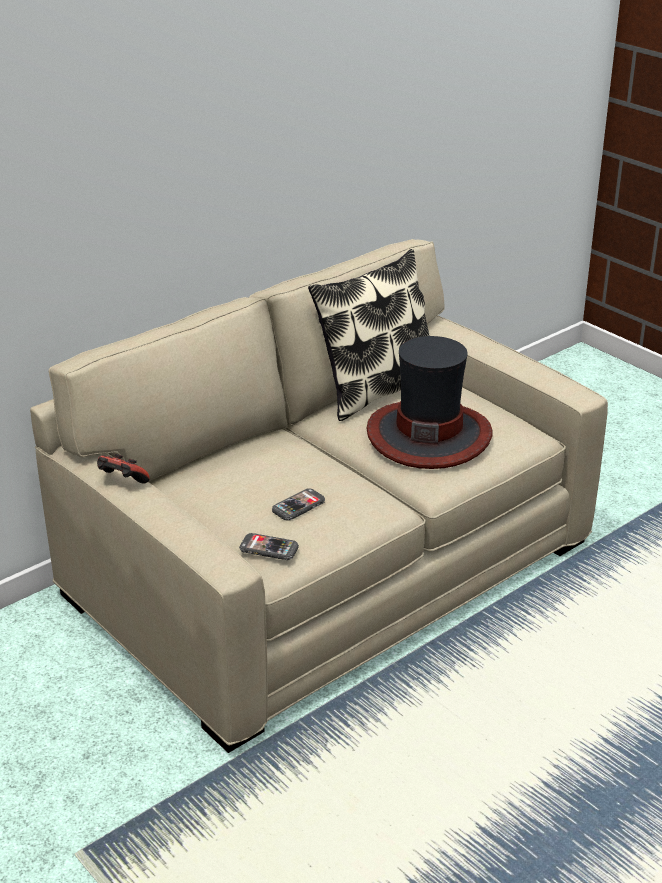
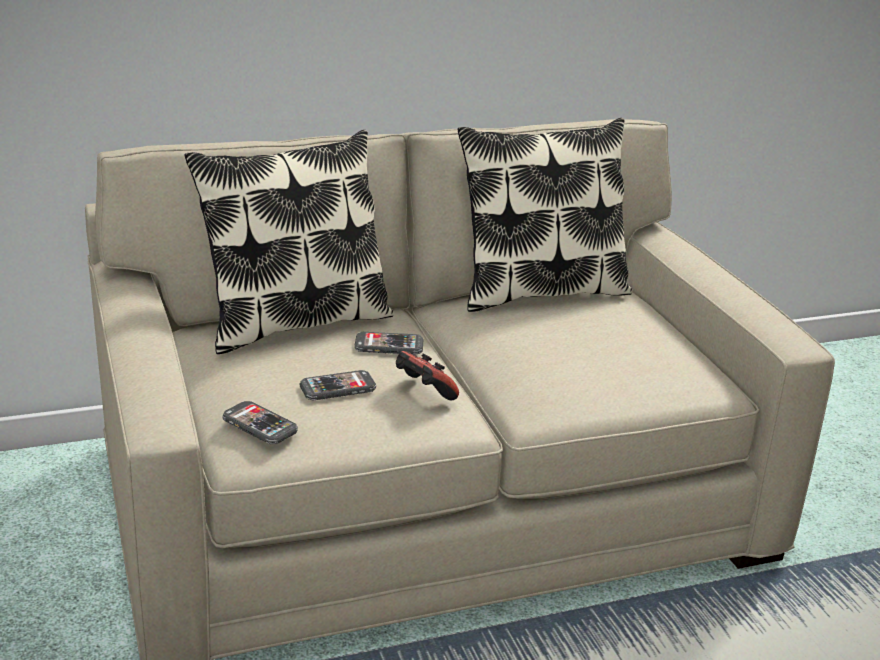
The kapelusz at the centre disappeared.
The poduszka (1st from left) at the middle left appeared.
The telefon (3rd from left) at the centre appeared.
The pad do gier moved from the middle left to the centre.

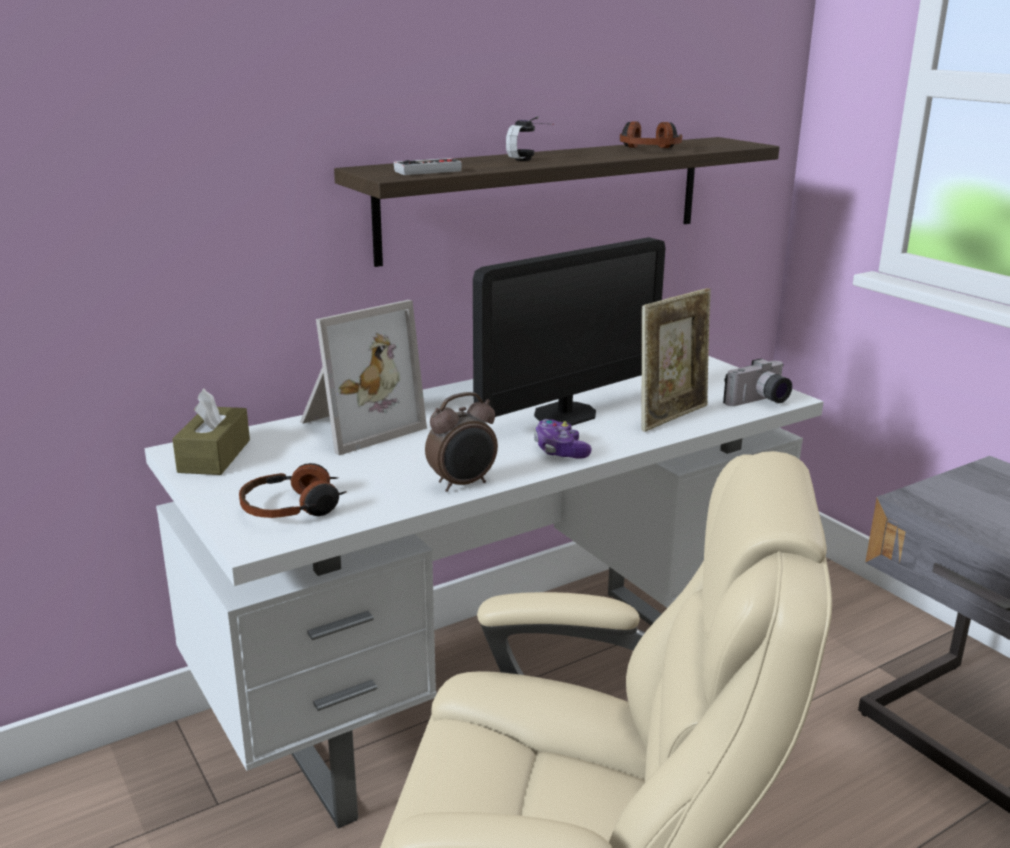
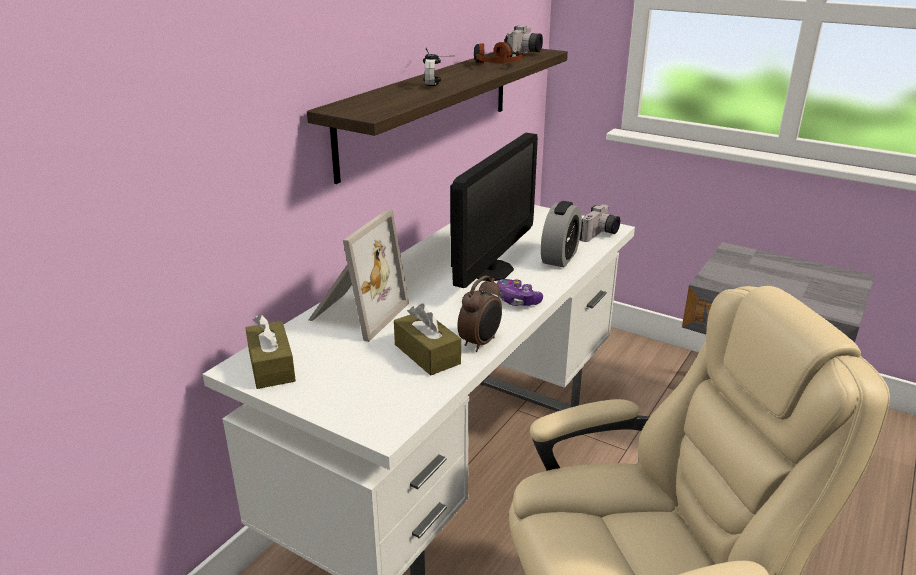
The słuchawki (1st from left) at the middle left disappeared.
The pad do gier (1st from left) at the top centre disappeared.
The pudełko chusteczek/brązowy (2nd from left) at the centre appeared.
The aparat fotograficzny (1st from left) at the top centre appeared.
The ramka na zdjęcie (2nd from left) at the middle right was replaced by the budzik (2nd from left) at the centre.

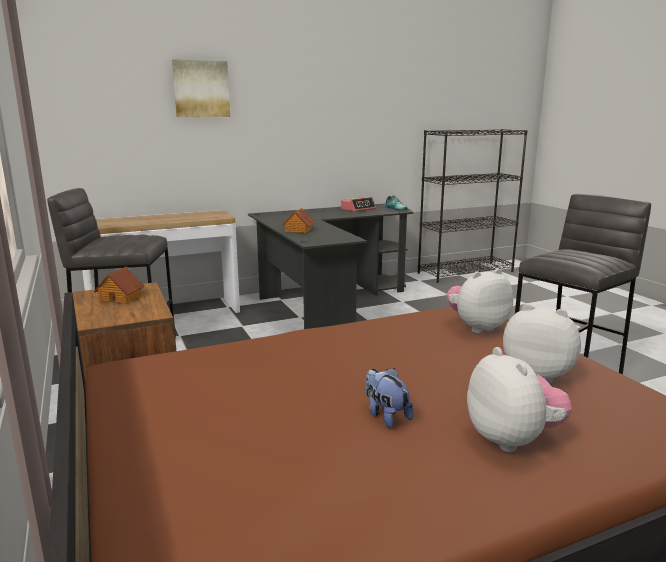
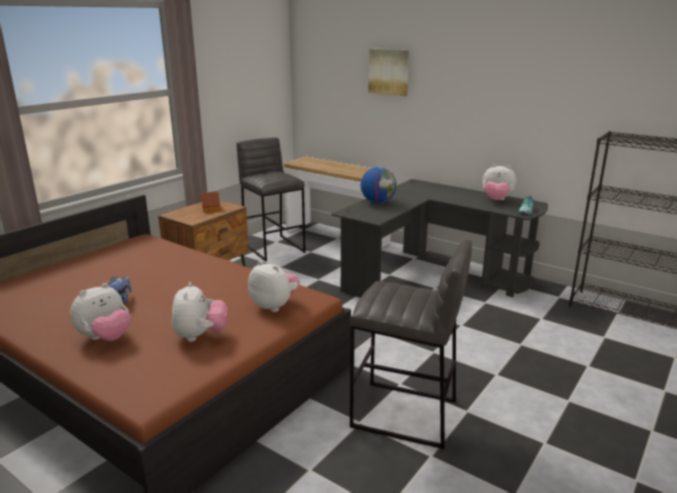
The domek (2nd from left) at the centre was replaced by the globus at the centre.
The budzik at the centre was replaced by the pluszak (5th from left) at the middle right.

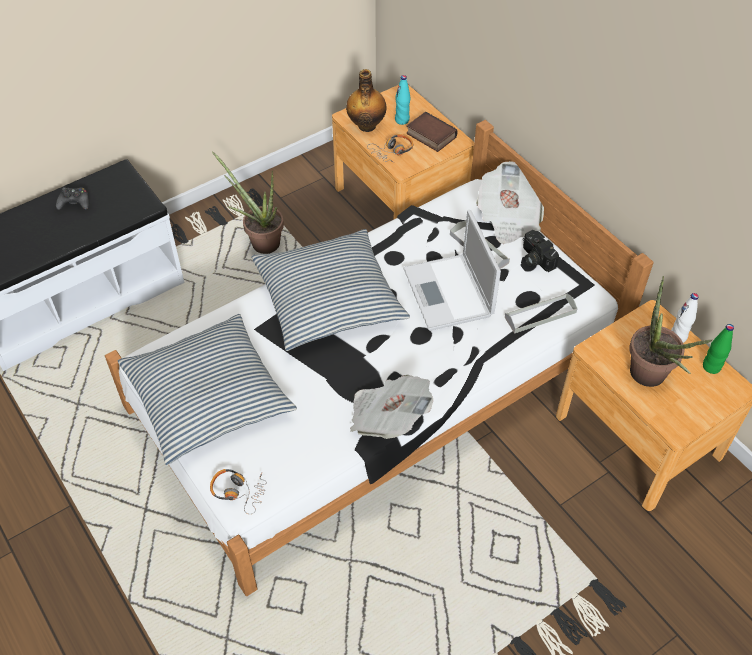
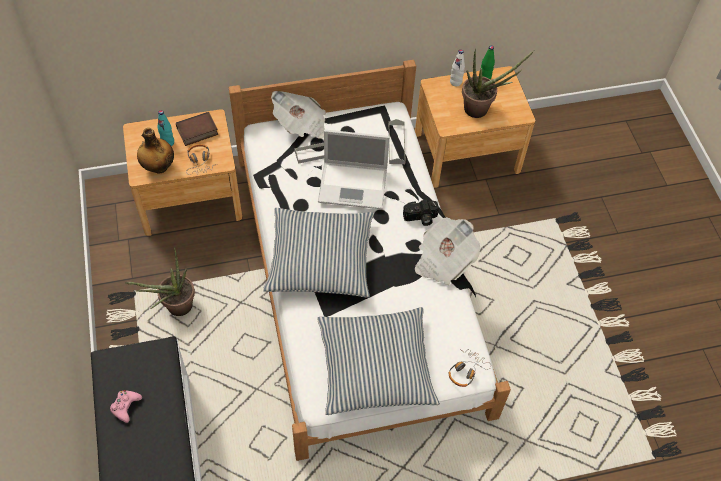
The aparat fotograficzny moved from the middle right to the centre.
The pad do gier/czarny at the top left became the pad do gier/różowy at the bottom left.

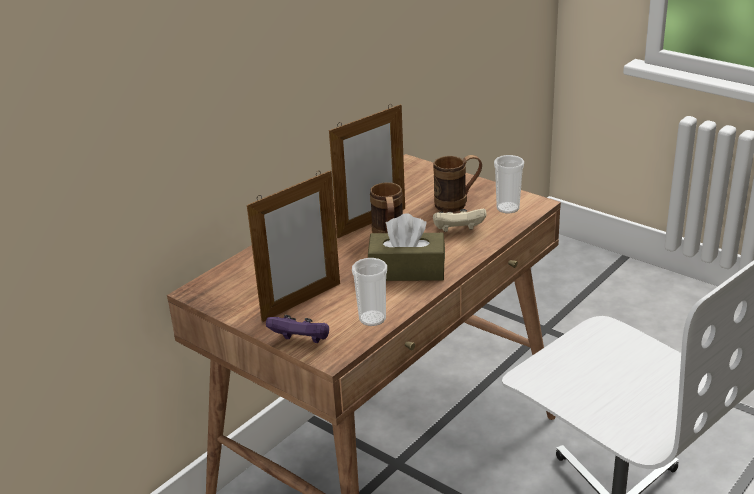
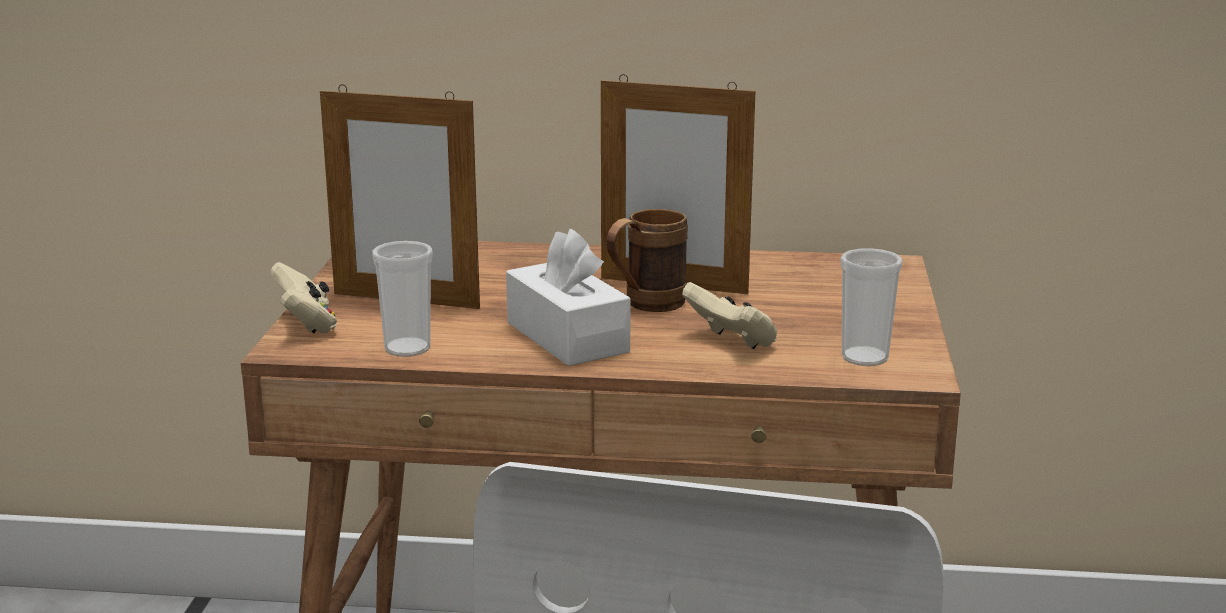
The kubek/brązowy (2nd from left) at the centre disappeared.
The pad do gier/fioletowy at the centre became the pad do gier/beżowy (1st from left) at the middle left.
The pudełko chusteczek/brązowy at the centre became the pudełko chusteczek/biały at the centre.

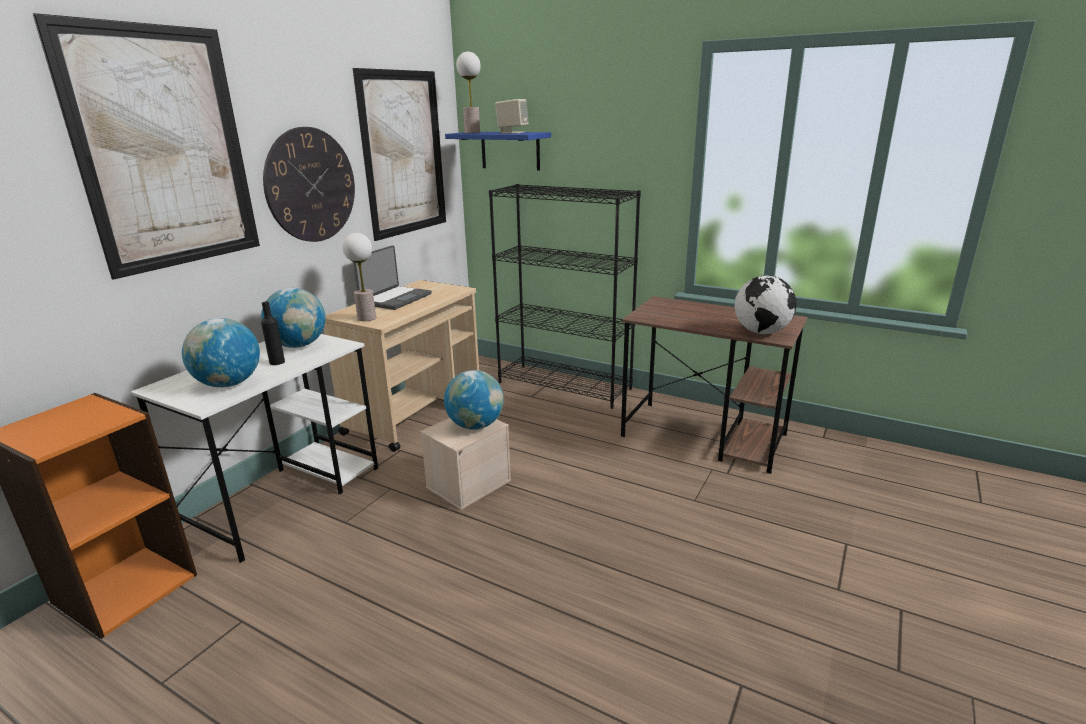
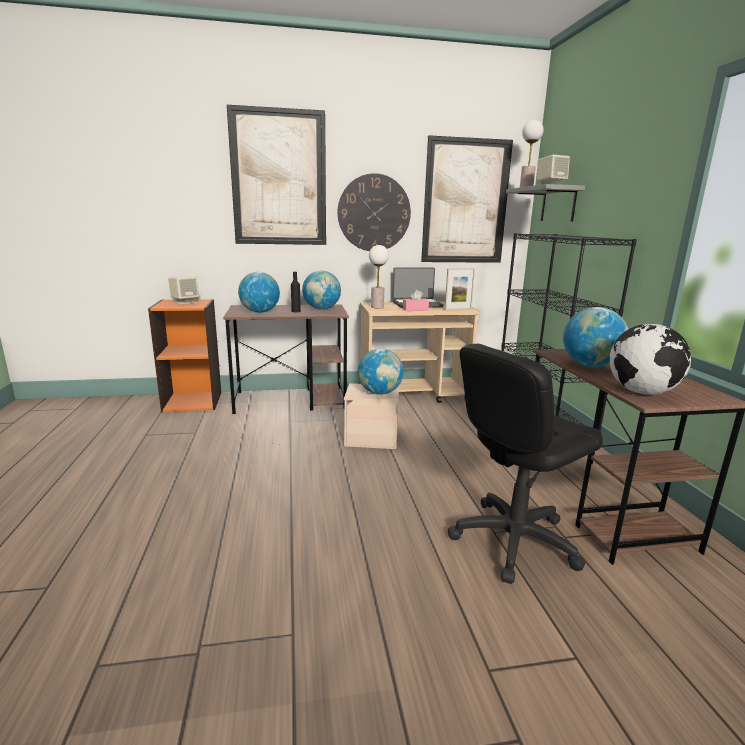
The głośnik/beżowy (1st from left) at the middle left appeared.
The pudełko chusteczek/różowy at the centre appeared.
The ramka na zdjęcie at the centre appeared.
The krzesło biurowe/czarny at the middle right appeared.
The globus (4th from left) at the middle right appeared.
The biurko/biały at the middle left became the biurko/brązowy (1st from left) at the centre.
The półka/niebieski at the top centre became the półka/szary at the top right.

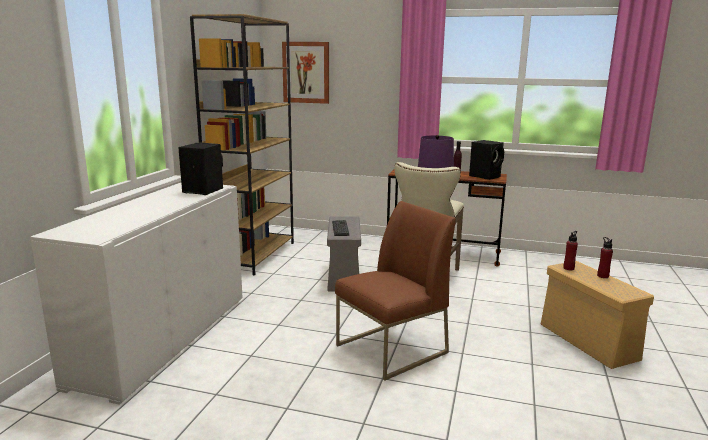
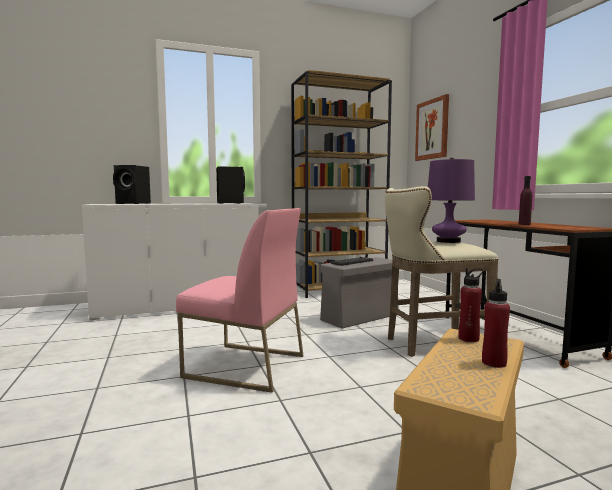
The głośnik/czarny (2nd from left in the first image) moved from the middle right to the middle left.
The krzesło/brązowy at the centre became the krzesło/różowy at the centre.

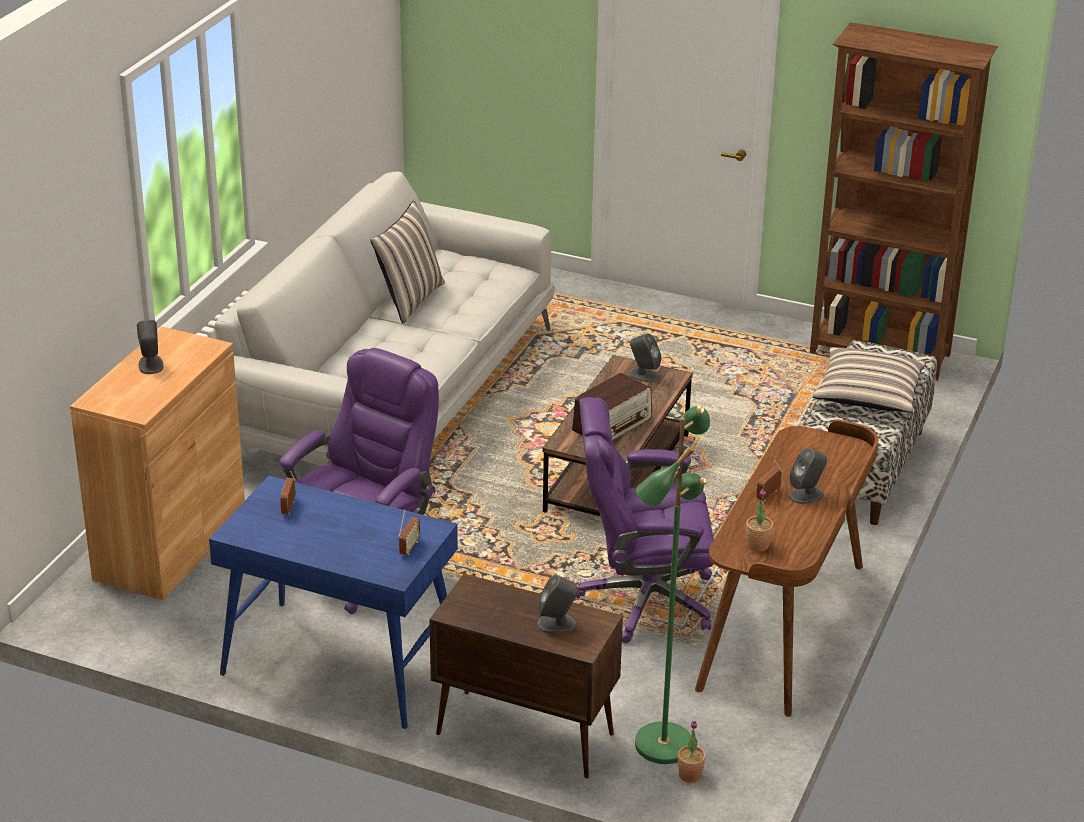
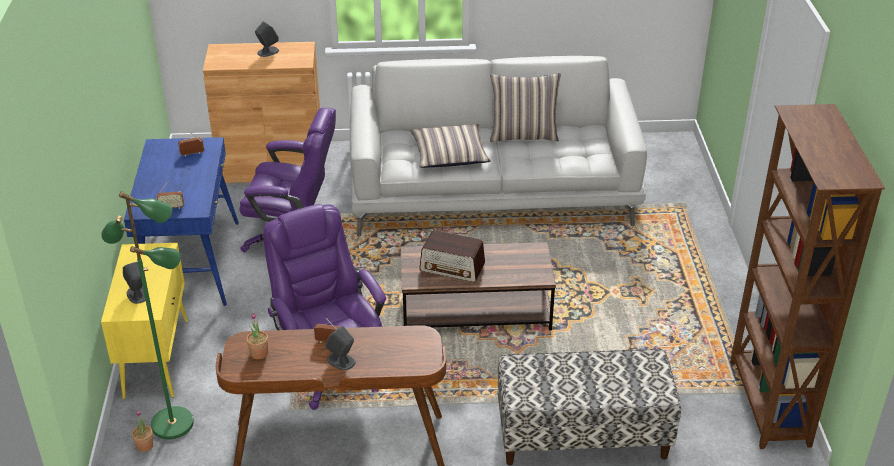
The głośnik/szary (3rd from left) at the centre disappeared.
The poduszka (2nd from left in the first image) moved from the middle right to the top centre.
The szafka/brązowy (2nd from left) at the bottom centre became the szafka/żółty at the bottom left.

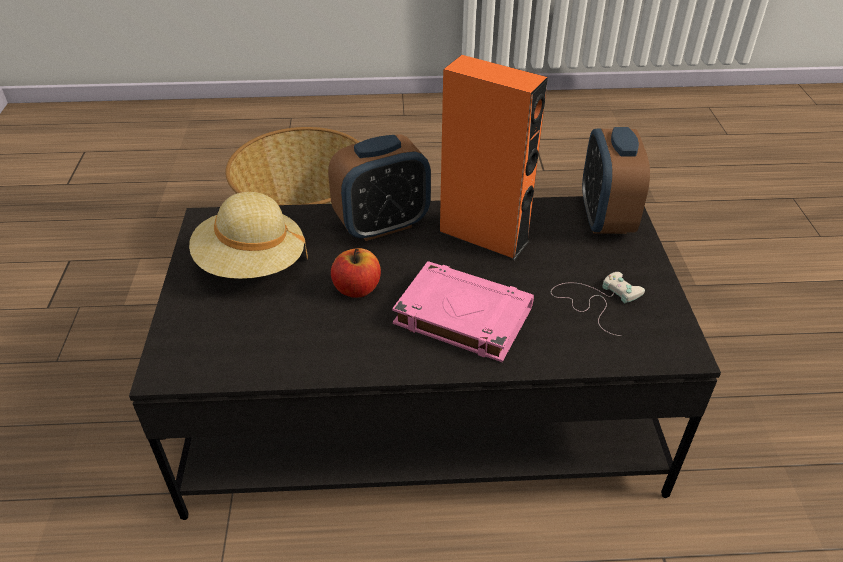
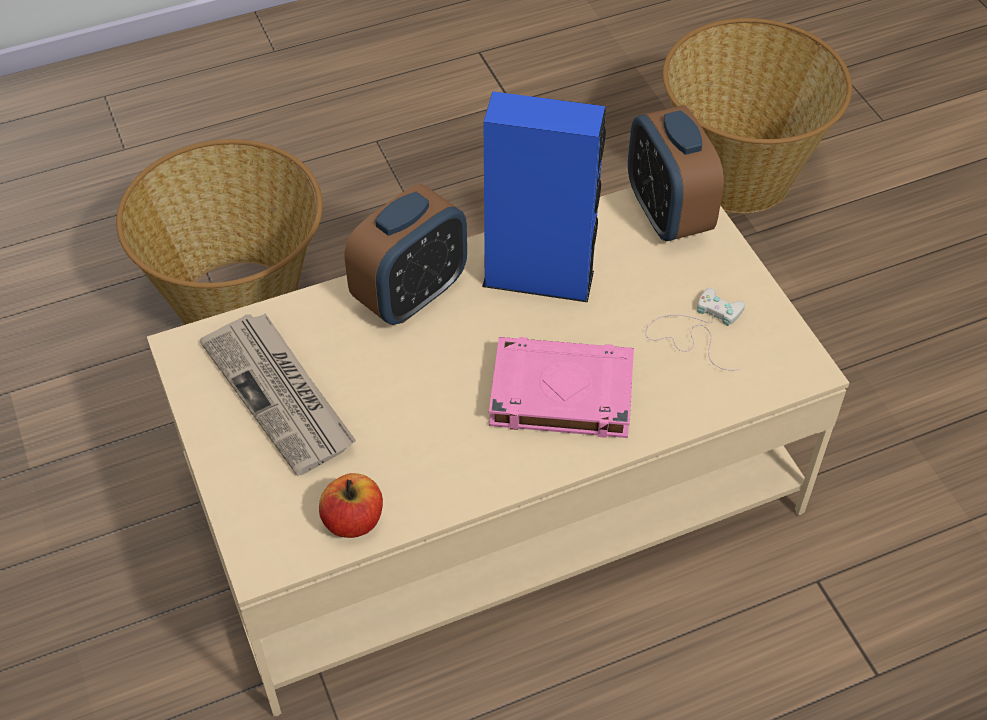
The koszyk (2nd from left) at the top right appeared.
The jabłko moved from the centre to the bottom centre.
The kapelusz/beżowy at the middle left was replaced by the gazeta at the middle left.
The ława/czarny at the centre became the ława/beżowy at the centre.
The głośnik/pomarańczowy at the top centre became the głośnik/niebieski at the top centre.

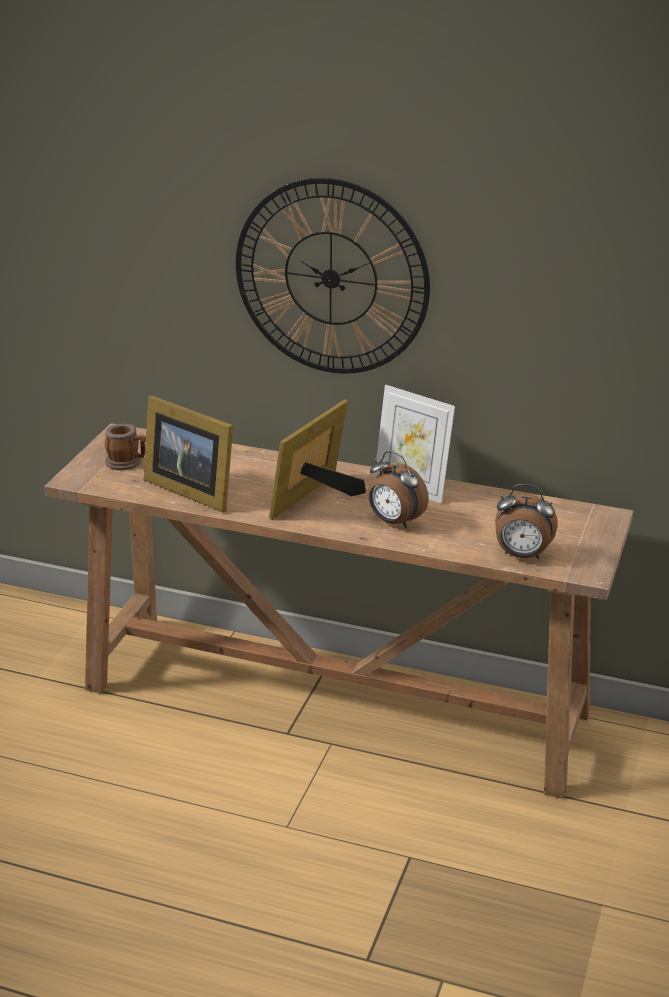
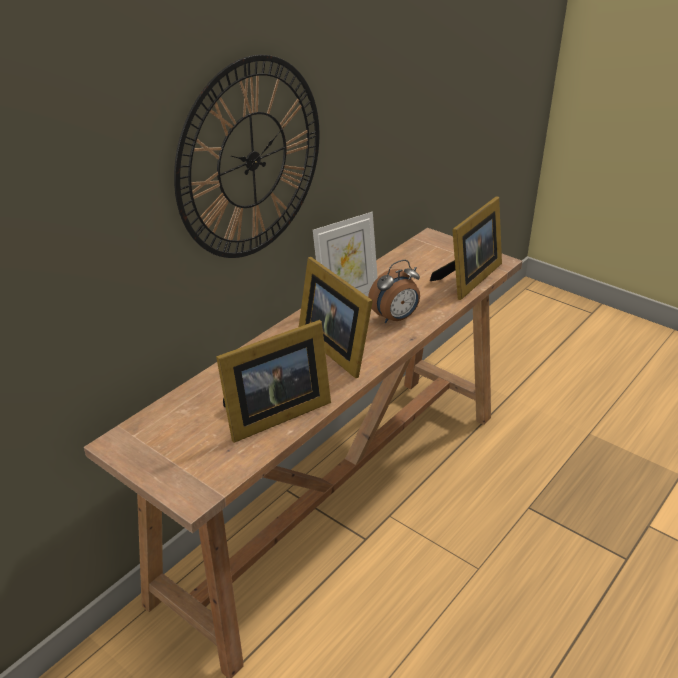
The kubek at the middle left disappeared.
The budzik (2nd from left) at the middle right was replaced by the ramka na zdjęcie (4th from left) at the middle right.

